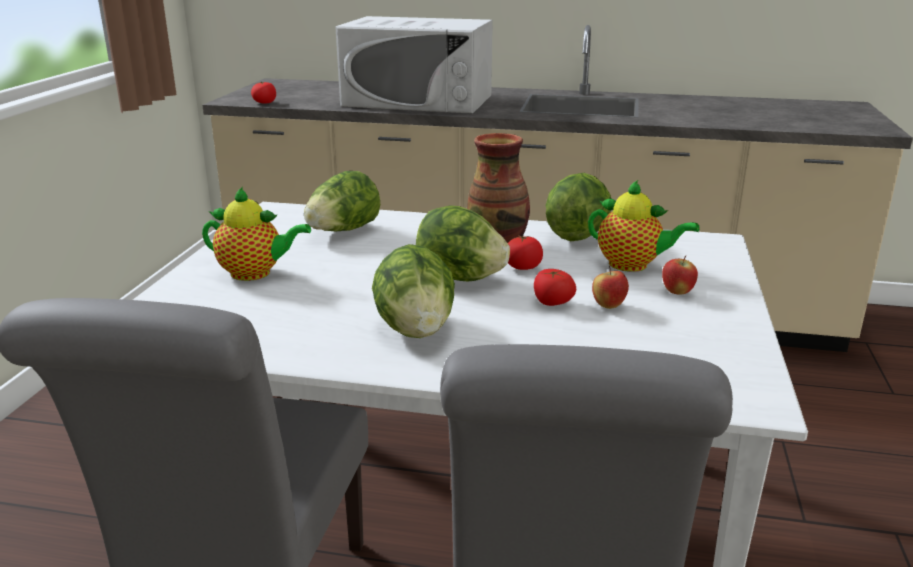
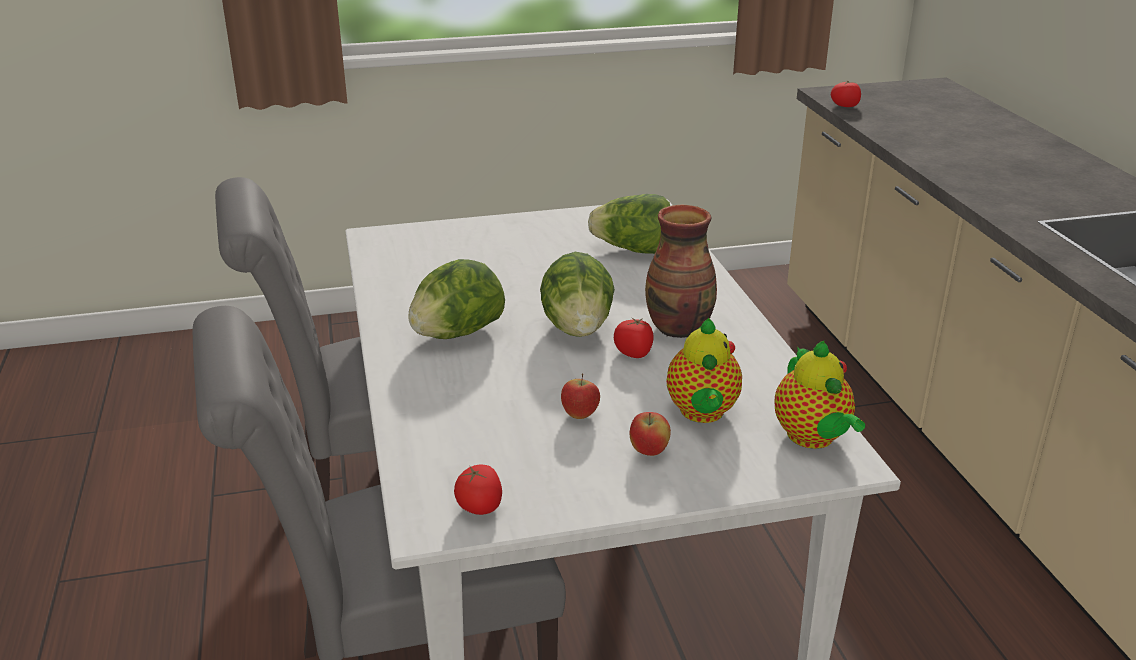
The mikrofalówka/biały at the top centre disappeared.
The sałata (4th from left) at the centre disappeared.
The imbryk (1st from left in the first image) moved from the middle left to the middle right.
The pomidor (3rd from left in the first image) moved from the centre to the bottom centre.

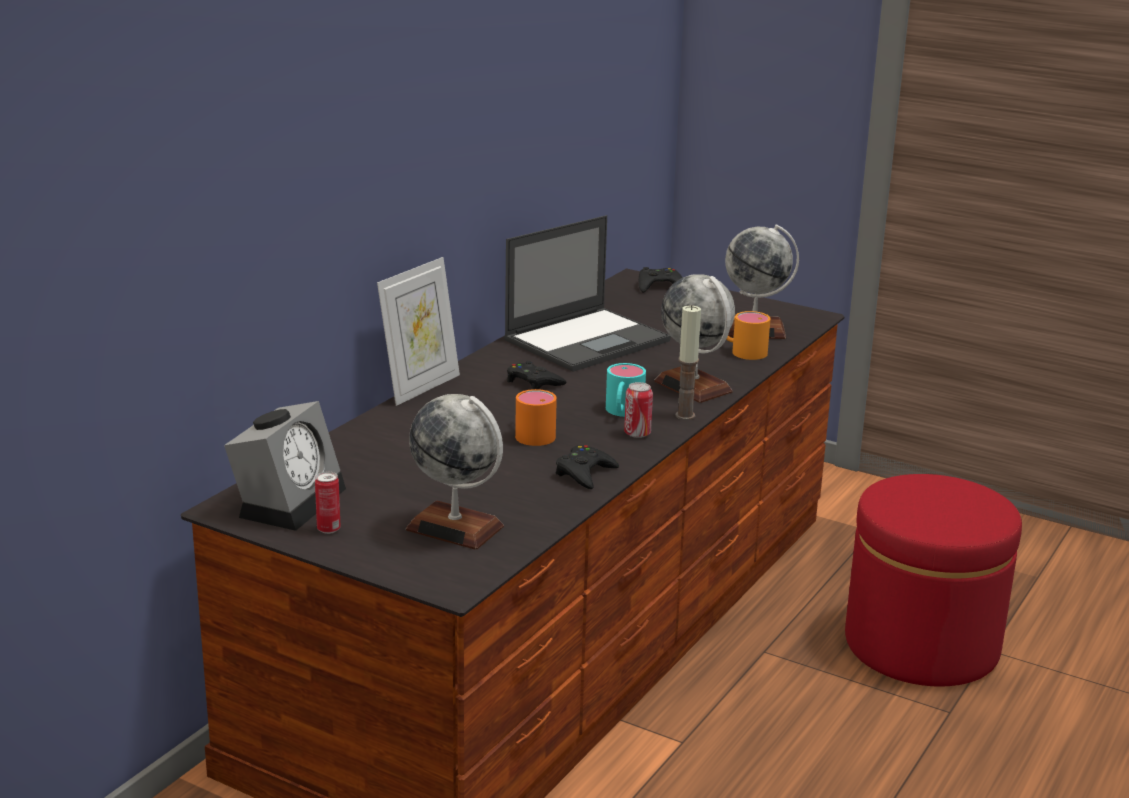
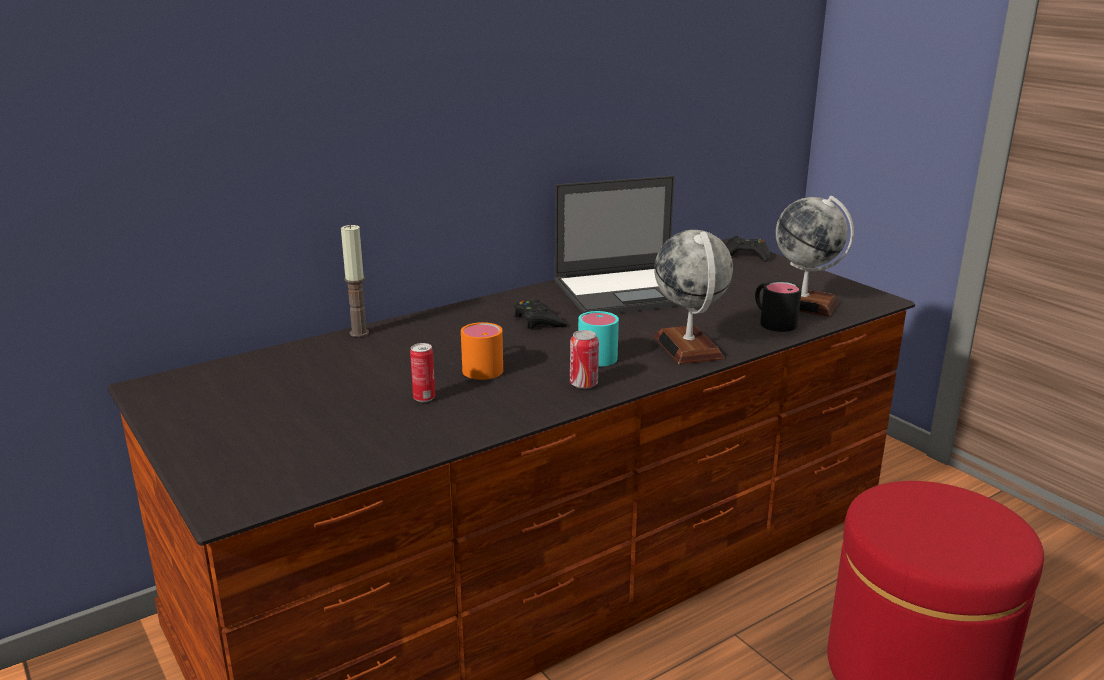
The budzik at the middle left disappeared.
The ramka na zdjęcie at the centre disappeared.
The globus (1st from left) at the centre disappeared.
The pad do gier/czarny (2nd from left) at the centre disappeared.
The puszka (1st from left) moved from the middle left to the centre.
The świeca moved from the centre to the middle left.
The kubek/pomarańczowy (2nd from left) at the centre became the kubek/czarny at the middle right.

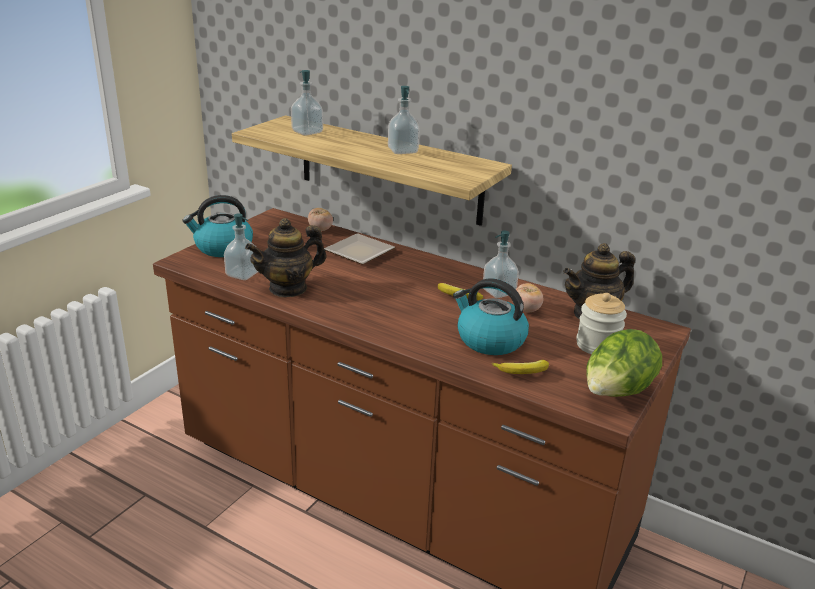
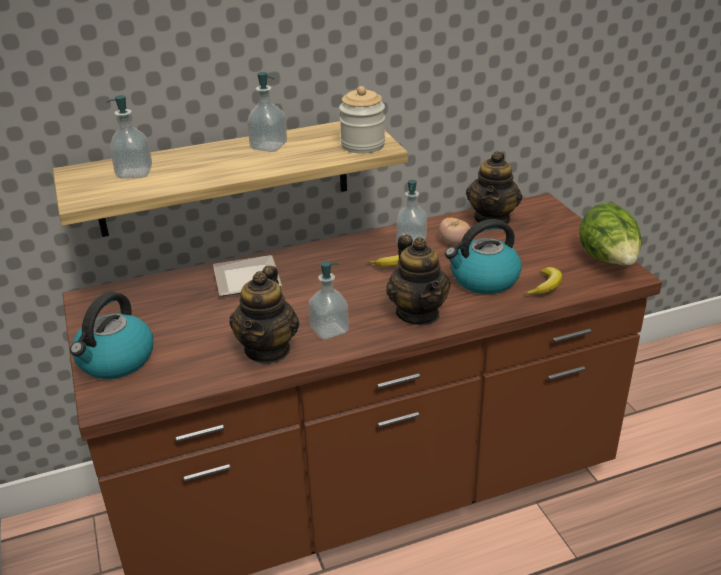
The pomidor (1st from left) at the centre disappeared.
The imbryk (2nd from left) at the centre appeared.
The dozownik mydła (1st from left in the first image) moved from the middle left to the centre.
The słoik moved from the middle right to the top centre.

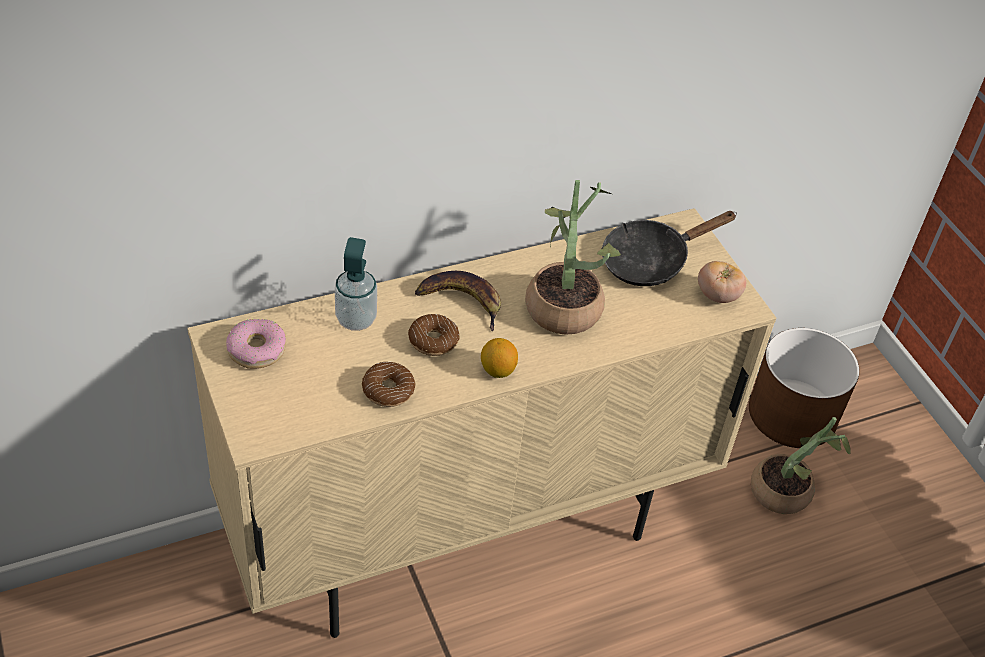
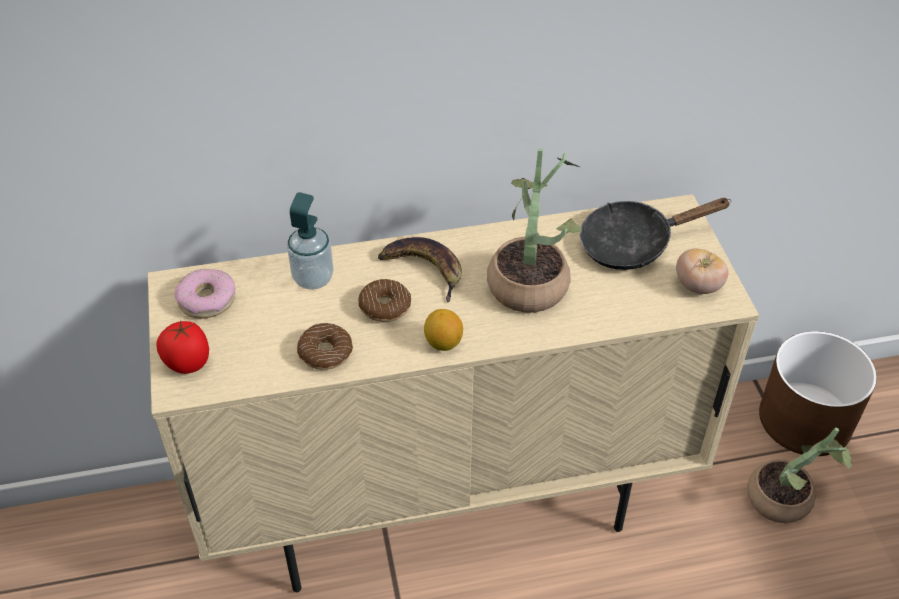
The pomidor (1st from left) at the middle left appeared.

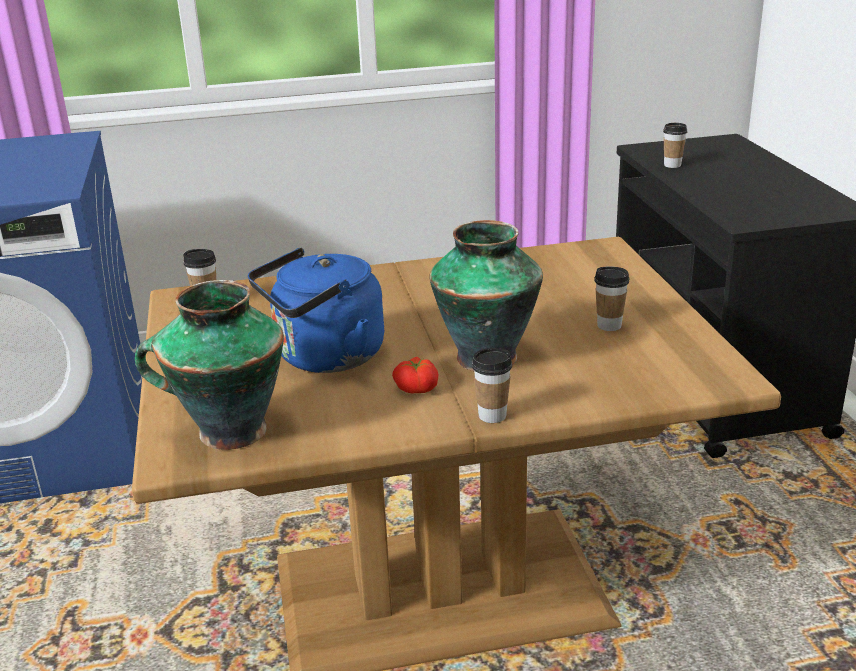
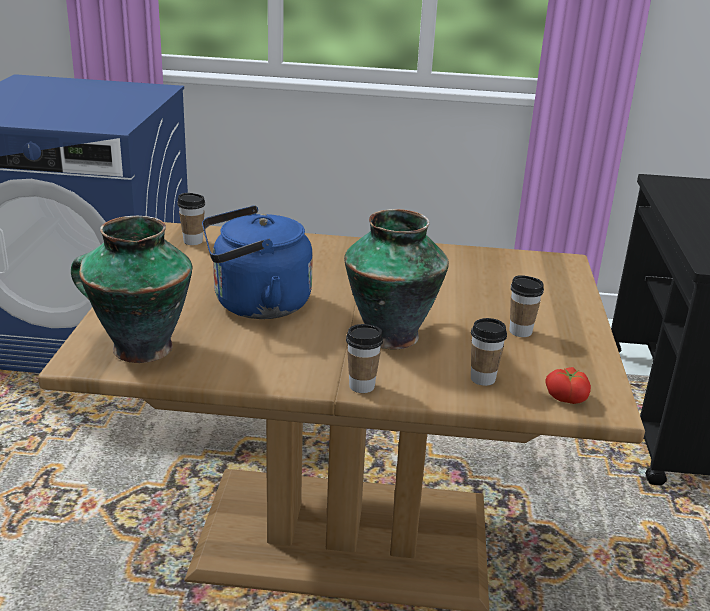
The pomidor moved from the centre to the middle right.
The filiżanka (4th from left in the first image) moved from the top right to the middle right.

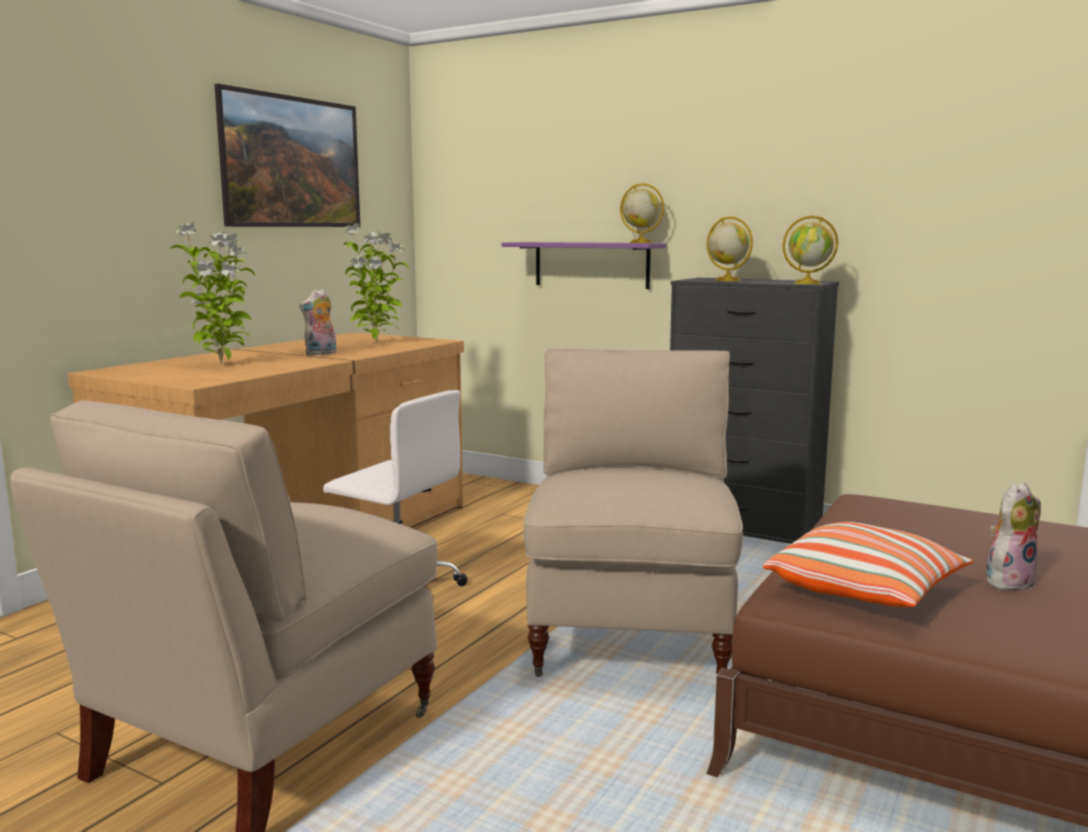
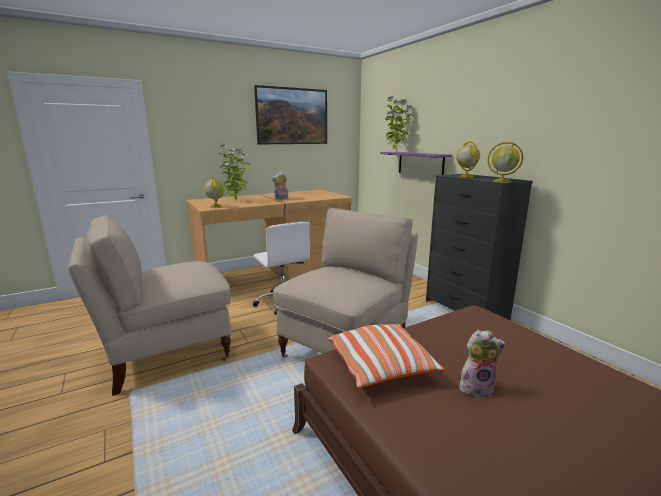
The roślina doniczkowa (2nd from left) moved from the centre to the top centre.
The globus (1st from left) moved from the top centre to the middle left.

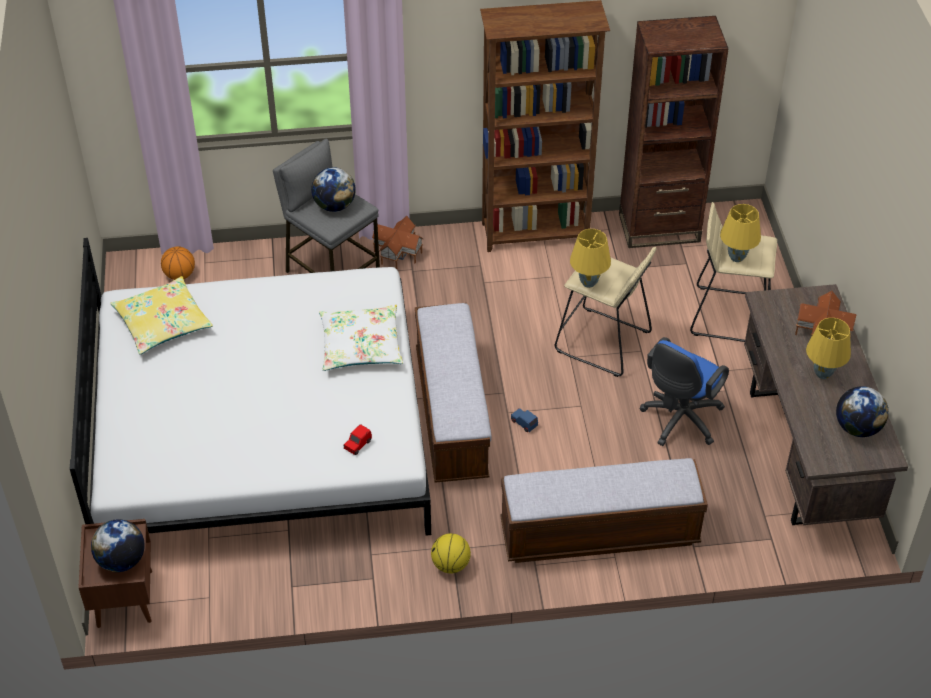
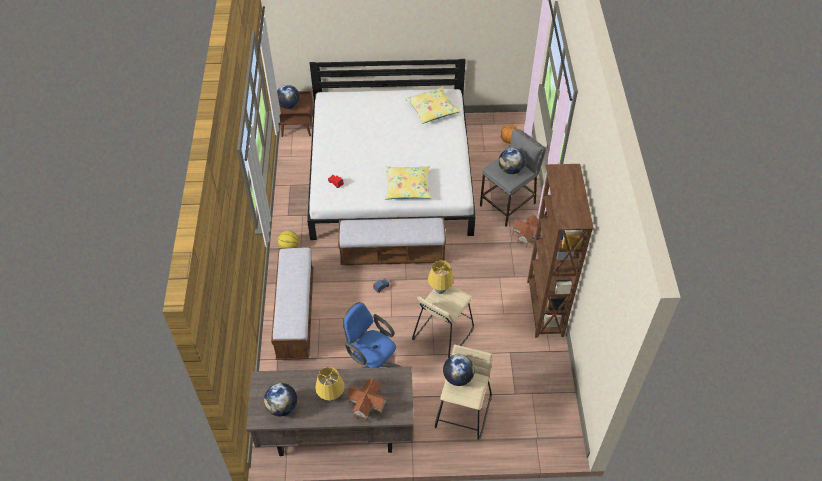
The regał/brązowy (2nd from left) at the top right disappeared.
The lampa stołowa/żółty (2nd from left) at the middle right was replaced by the globus (3rd from left) at the bottom centre.
The poduszka/biały at the centre became the poduszka/żółty (1st from left) at the centre.

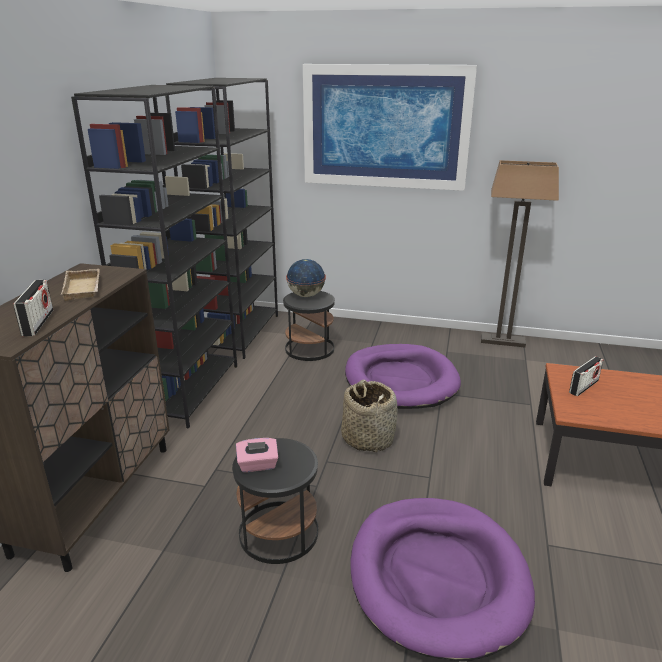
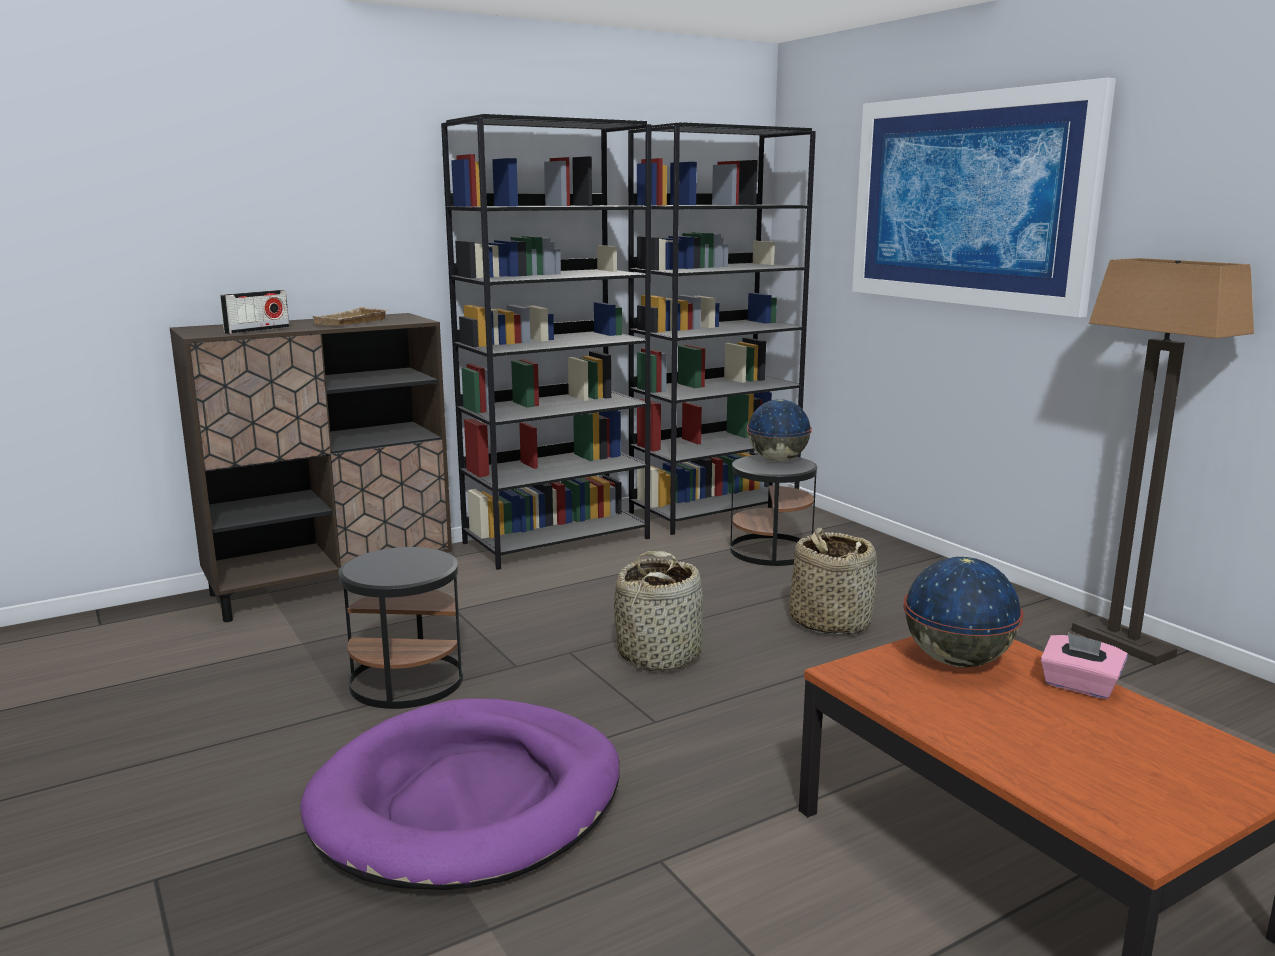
The pudełko chusteczek/różowy moved from the bottom centre to the bottom right.
The legowisko/fioletowy (1st from left) at the centre was replaced by the koszyk (2nd from left) at the centre.
The radio (2nd from left) at the middle right was replaced by the globus (2nd from left) at the middle right.

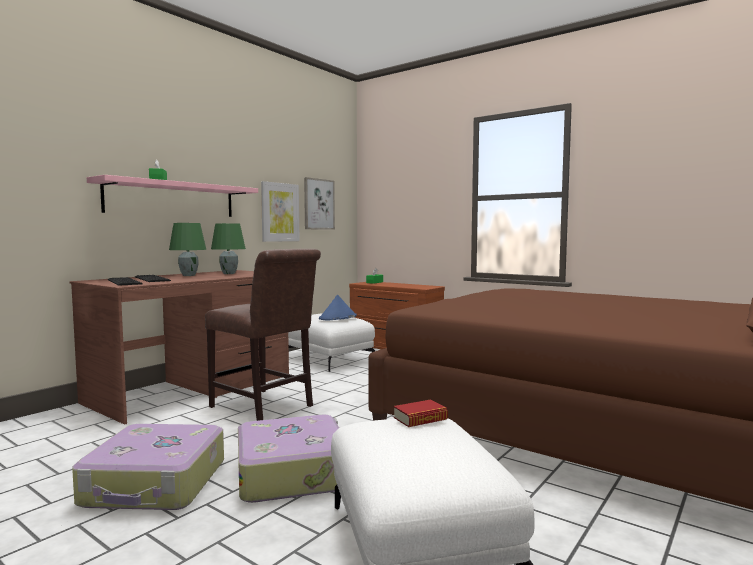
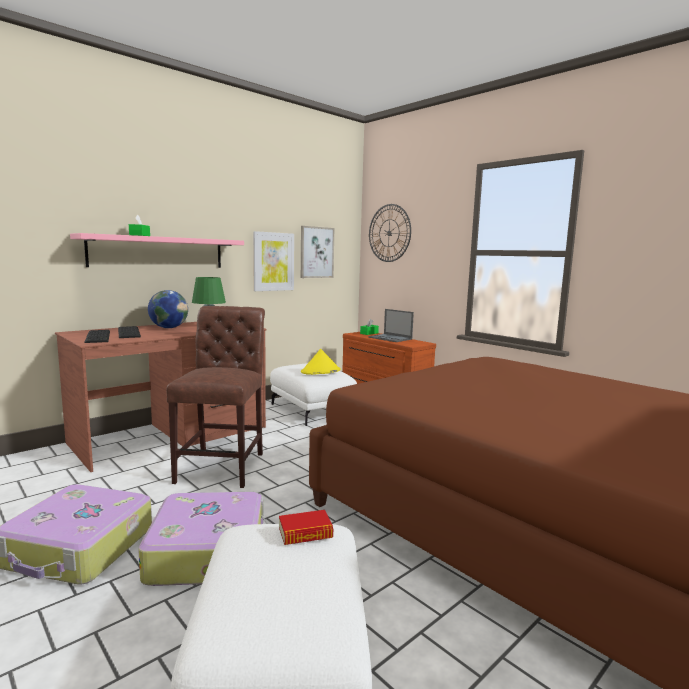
The laptop at the centre appeared.
The zegar ścienny at the centre appeared.
The lampa stołowa/zielony (1st from left) at the middle left was replaced by the globus at the middle left.
The kapelusz/niebieski at the centre became the kapelusz/żółty at the centre.
The krzesło/brązowy at the centre turned 135 degrees counterclockwise.

